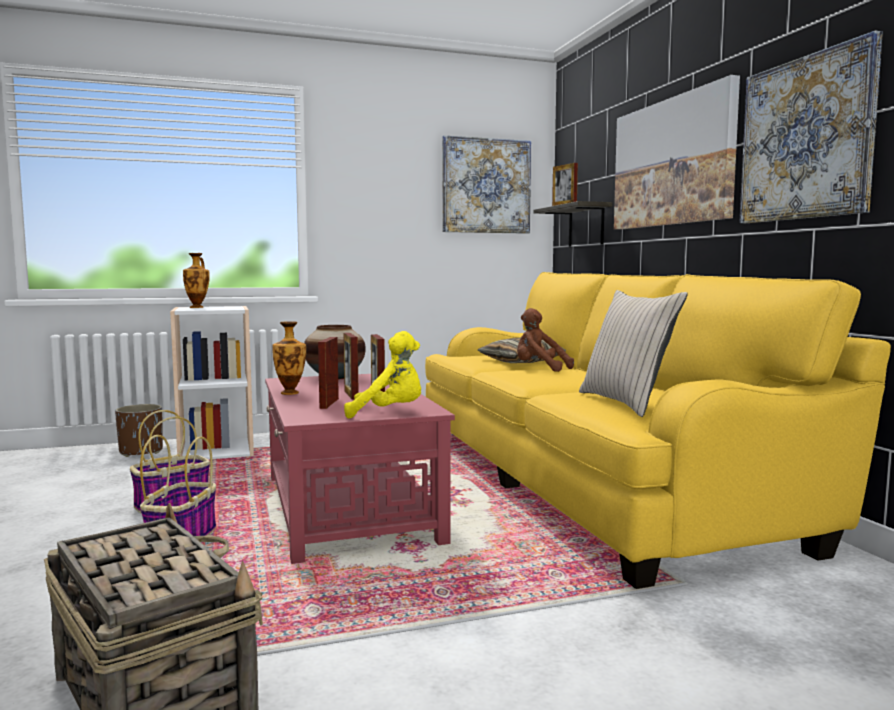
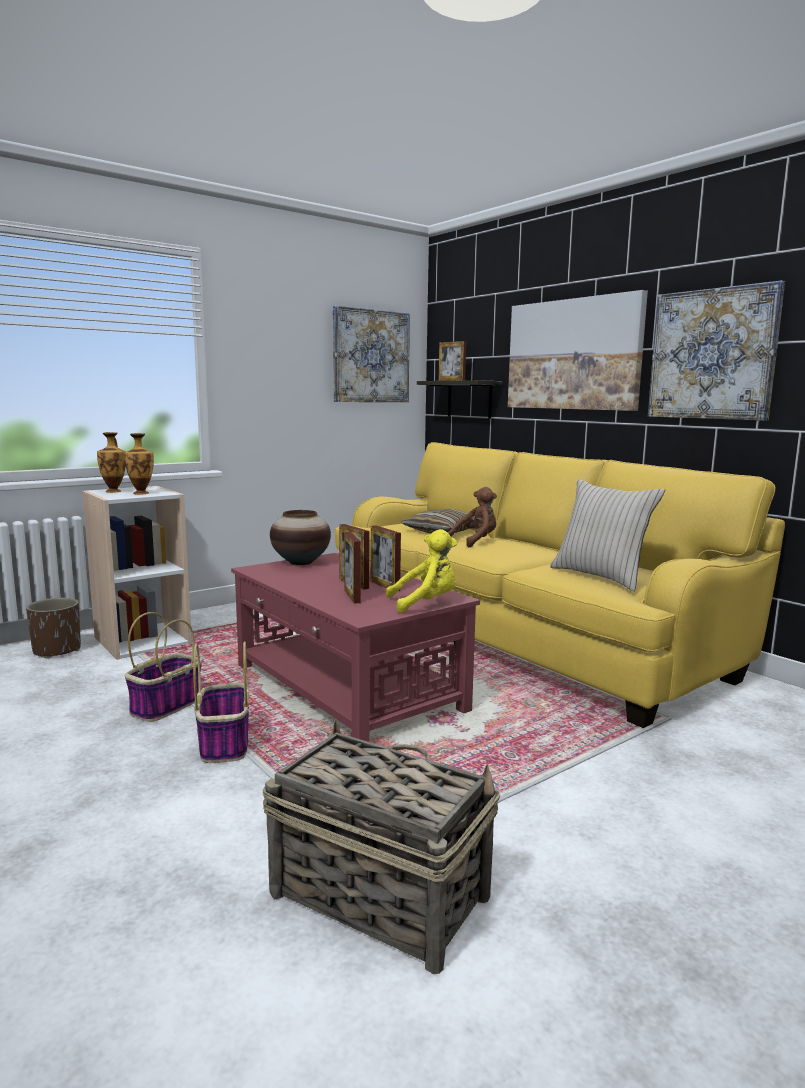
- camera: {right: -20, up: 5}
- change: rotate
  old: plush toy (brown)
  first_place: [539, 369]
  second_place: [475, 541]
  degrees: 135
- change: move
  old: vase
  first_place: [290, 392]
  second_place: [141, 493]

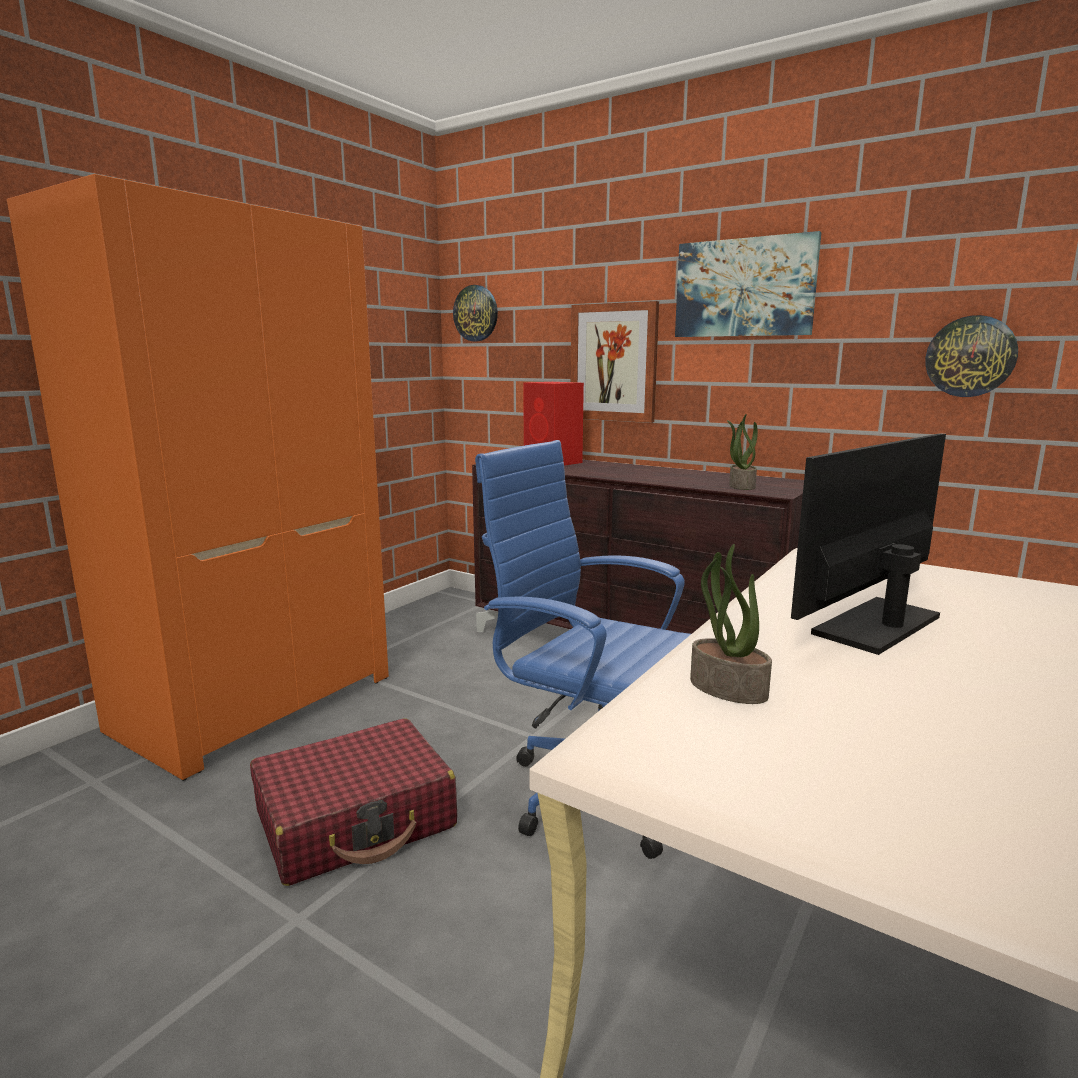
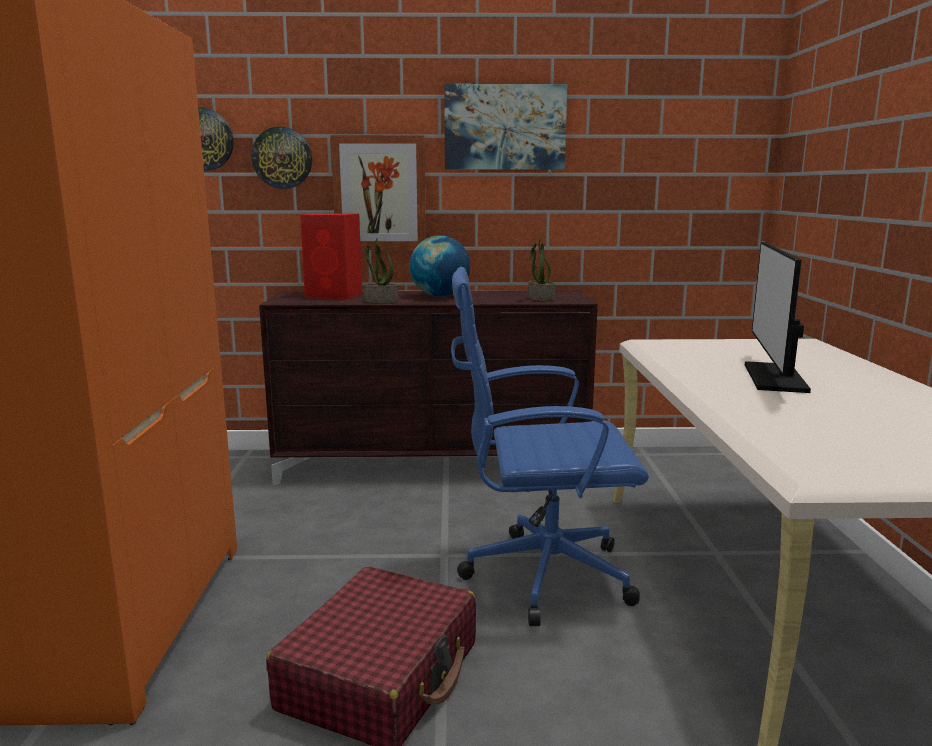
- camera: {right: -35, up: 0}
- change: move
  old: wall clock
  first_place: [970, 356]
  second_place: [282, 158]
- change: move
  old: potted plant
  first_place: [726, 689]
  second_place: [380, 301]
- change: insert
  new: globe
  second_place: [440, 296]

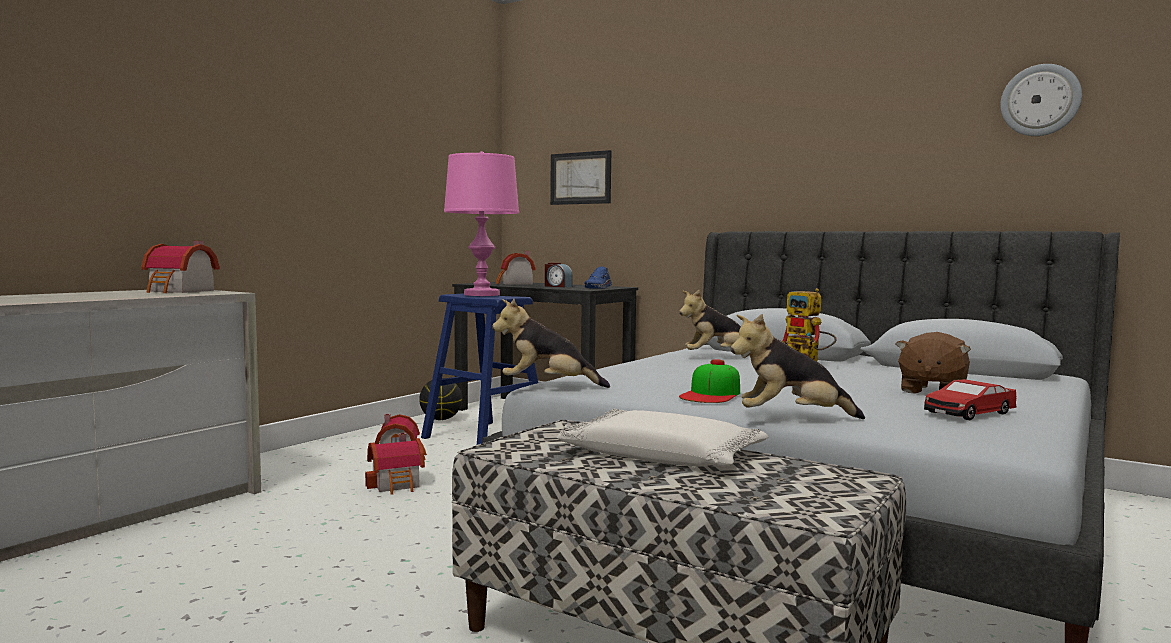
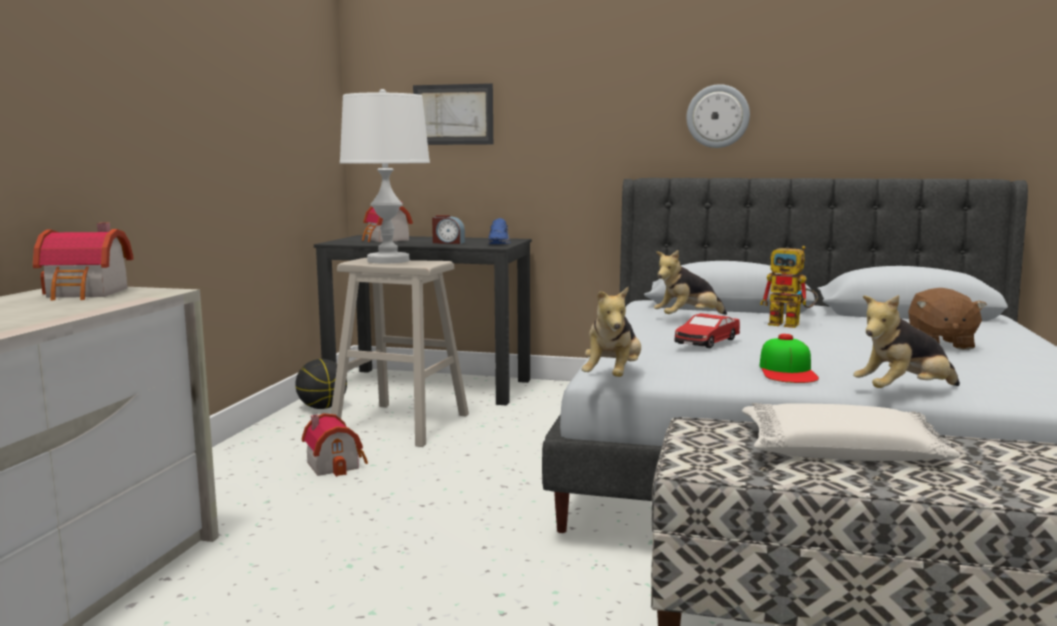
- camera: {right: -20, up: 5}
- change: move
  old: wall clock
  first_place: [1040, 100]
  second_place: [717, 116]
- change: recolor
  old: table lamp (pink)
  new: table lamp (white)
  first_place: [482, 295]
  second_place: [388, 260]
- change: recolor
  old: stool (blue)
  new: stool (beige)
  first_place: [484, 436]
  second_place: [400, 424]
- change: rotate
  old: plush toy
  first_place: [548, 386]
  second_place: [613, 377]
  degrees: -60
- change: move
  old: toy car
  first_place: [969, 413]
  second_place: [706, 341]
- change: delete
  old: toy house
  first_place: [398, 484]

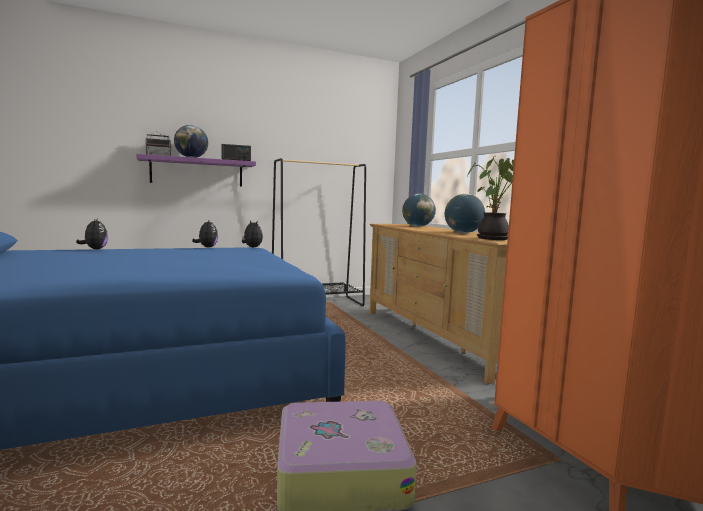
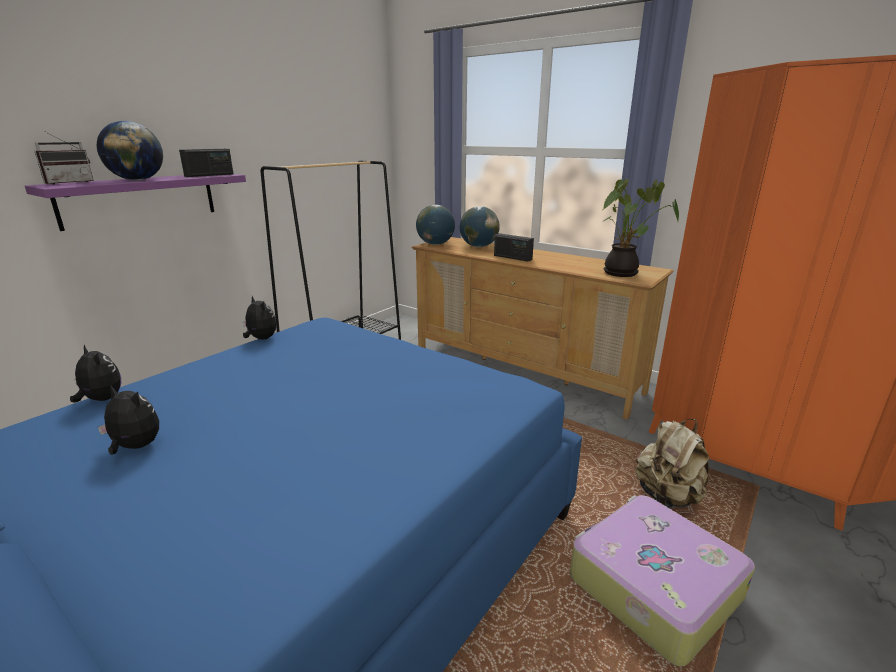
- camera: {right: -30, up: 15}
- change: move
  old: globe
  first_place: [463, 233]
  second_place: [436, 244]
- change: move
  old: plush toy
  first_place: [251, 247]
  second_place: [135, 447]
- change: insert
  new: radio
  second_place: [512, 257]
- change: insert
  new: backpack (beige)
  second_place: [667, 496]

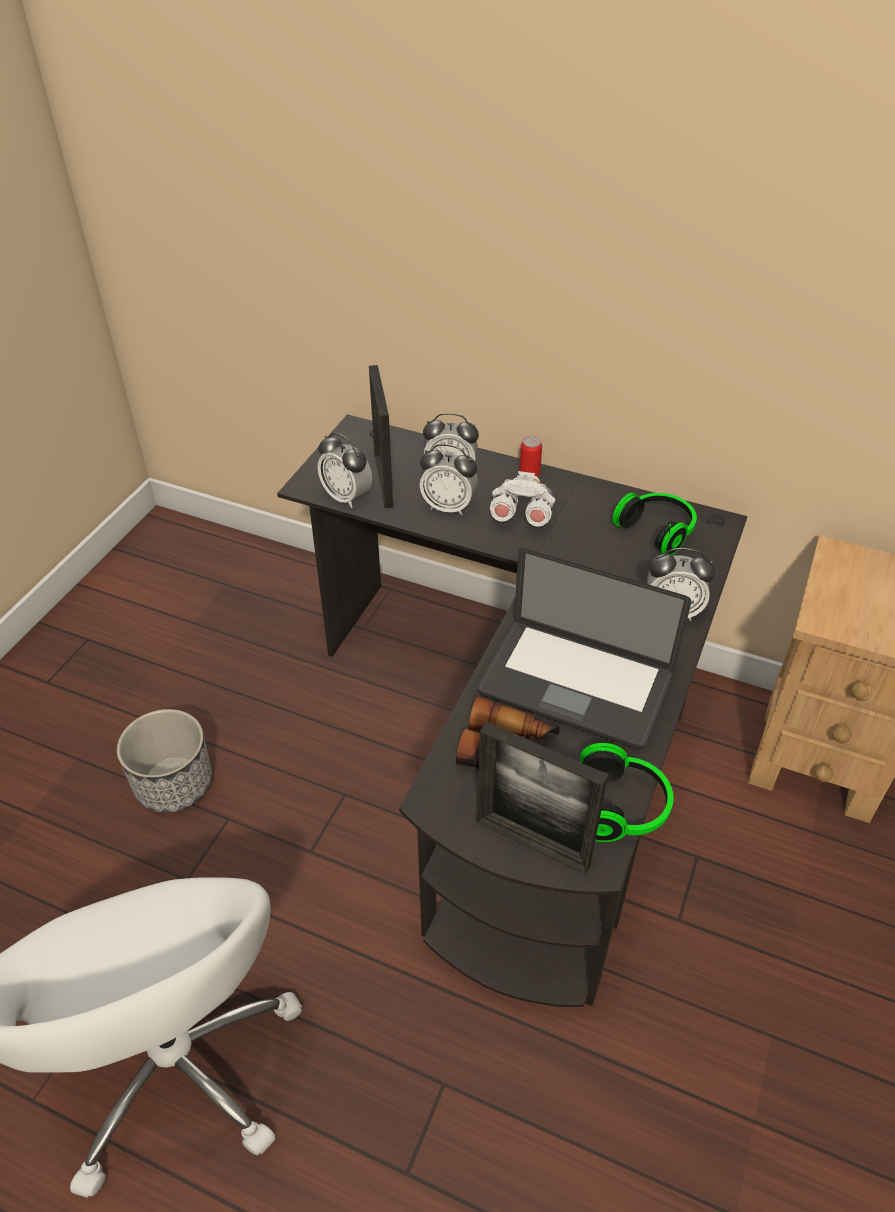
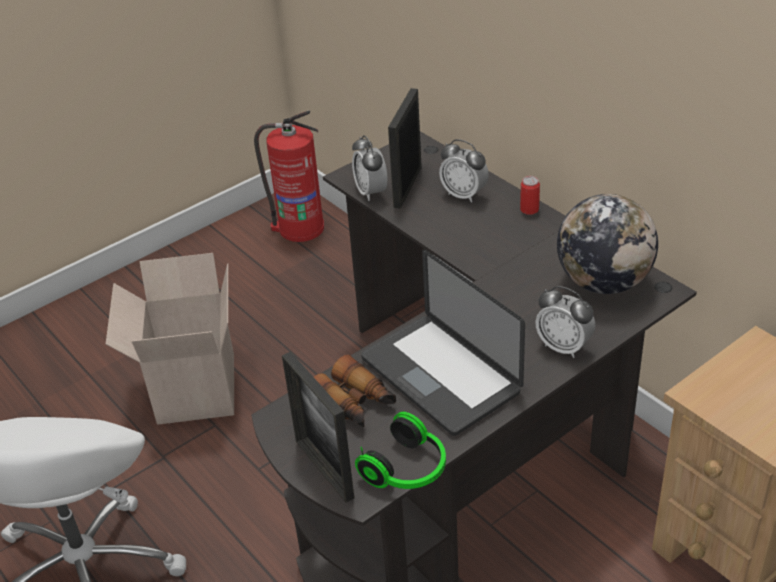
- camera: {right: 30, up: -5}
- change: delete
  old: alarm clock
  first_place: [448, 506]
- change: delete
  old: binoculars (white)
  first_place: [521, 516]
- change: replace
  old: headphones
  new: globe
  first_place: [658, 531]
  second_place: [603, 282]
- change: replace
  old: planter
  new: cardboard box
  first_place: [174, 783]
  second_place: [193, 387]
- change: insert
  new: fire extinguisher
  second_place: [300, 228]

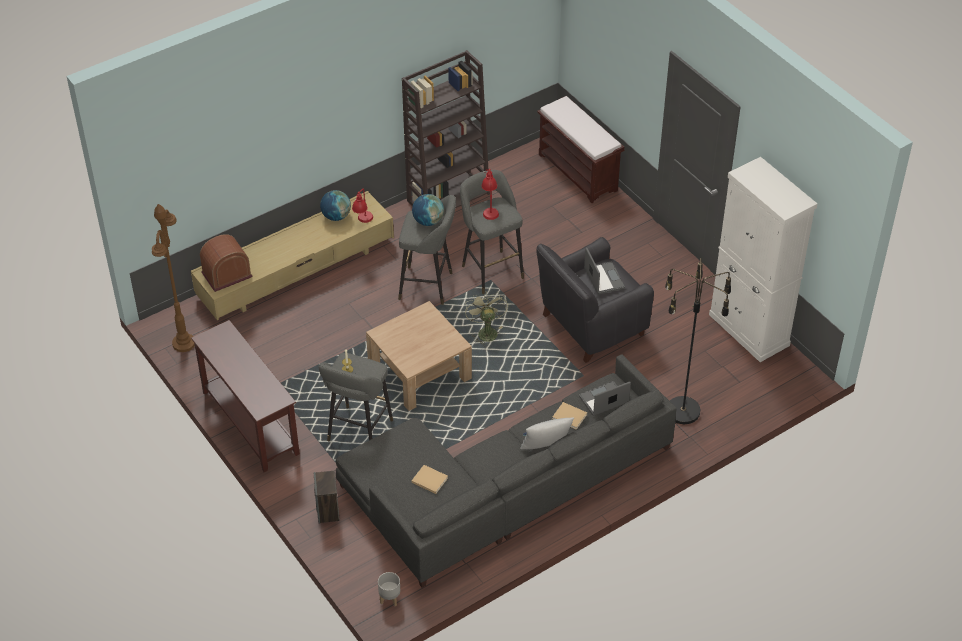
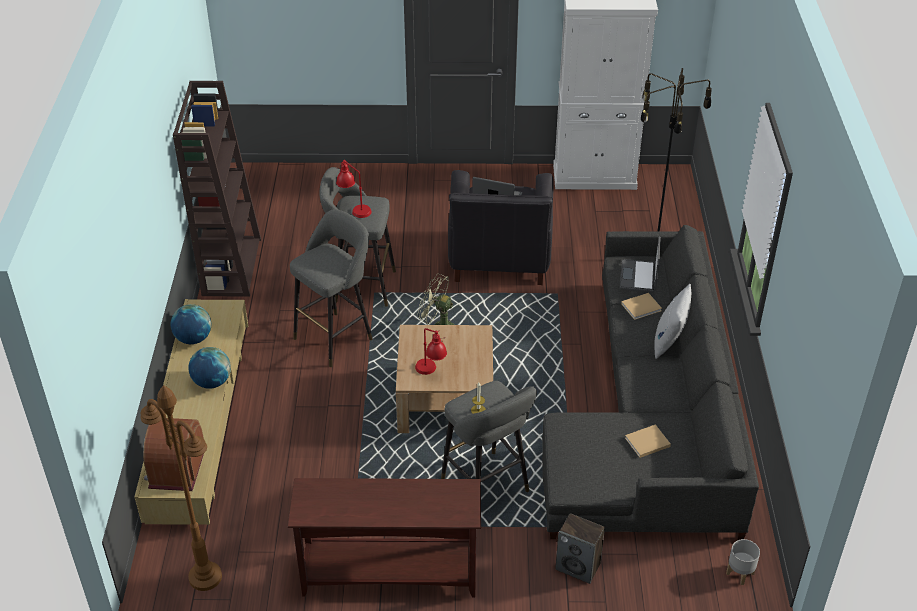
- camera: {right: -55, up: -5}
- change: delete
  old: bench (brown)
  first_place: [578, 172]
- change: move
  old: table lamp (red)
  first_place: [363, 222]
  second_place: [431, 372]
- change: move
  old: globe
  first_place: [428, 221]
  second_place: [212, 382]

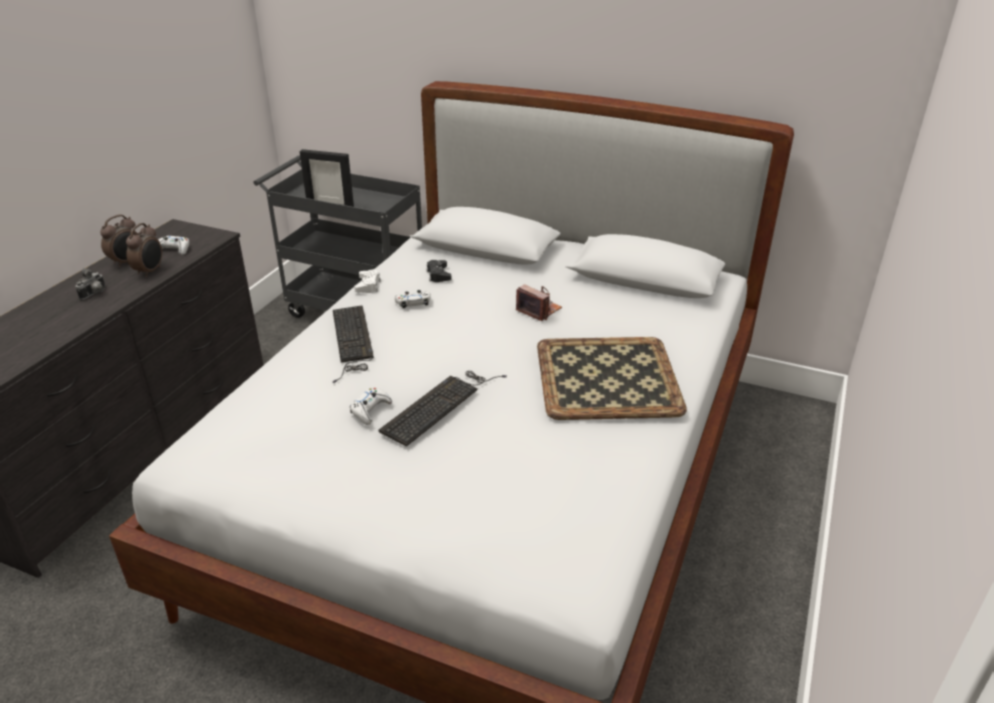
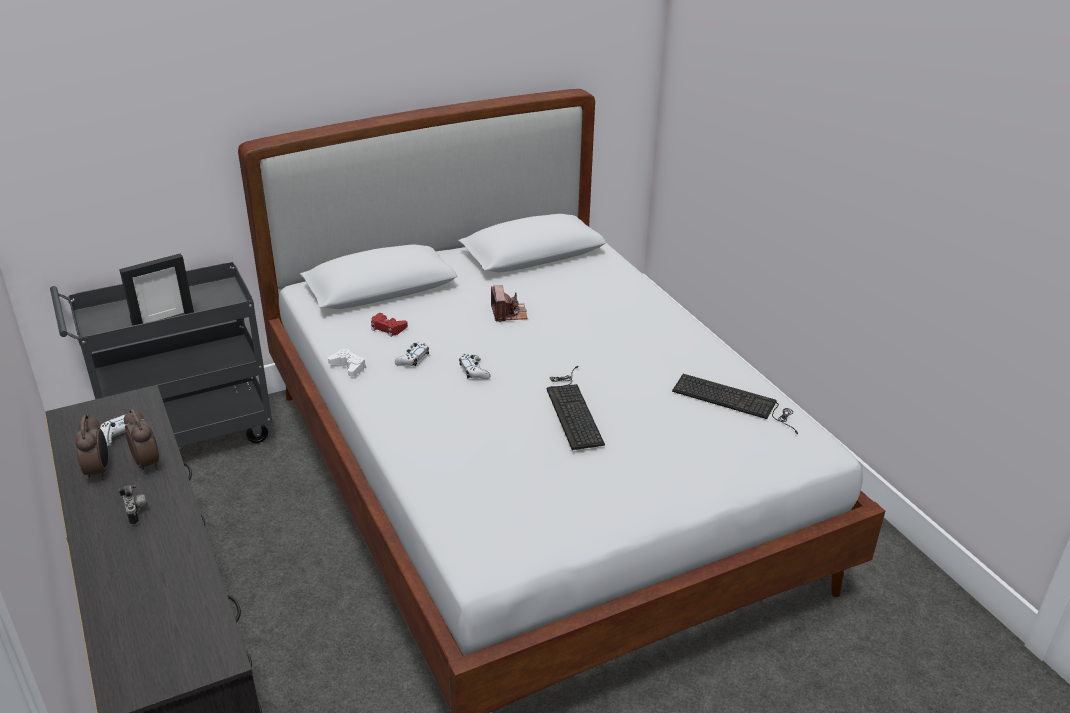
- camera: {right: -50, up: 0}
- change: recolor
  old: game controller (black)
  new: game controller (red)
  first_place: [438, 275]
  second_place: [387, 328]
- change: rotate
  old: photo camera
  first_place: [539, 310]
  second_place: [508, 313]
  degrees: 90
- change: move
  old: keyboard
  first_place: [351, 341]
  second_place: [735, 401]
- change: delete
  old: tray
  first_place: [608, 377]
- change: move
  old: game controller (white)
  first_place: [370, 410]
  second_place: [474, 371]

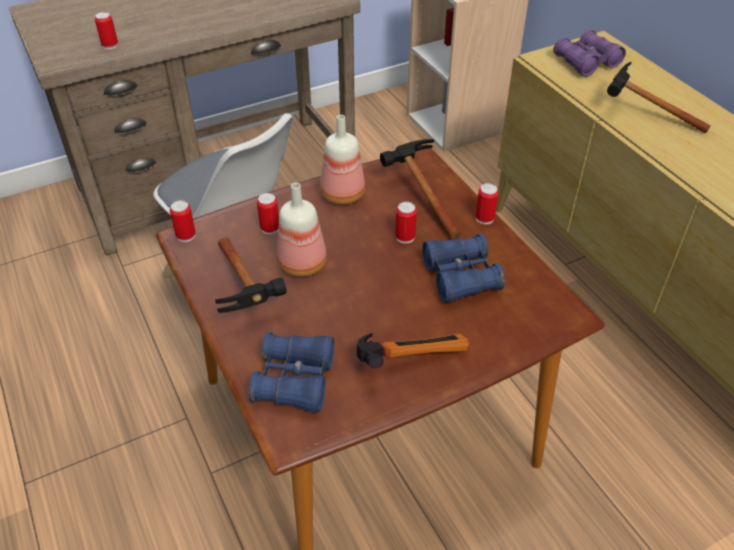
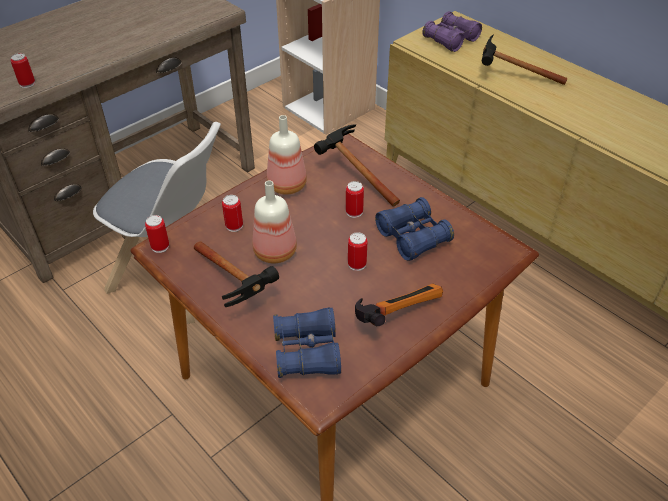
- camera: {right: -15, up: 0}
- change: move
  old: can
  first_place: [484, 218]
  second_place: [357, 264]

